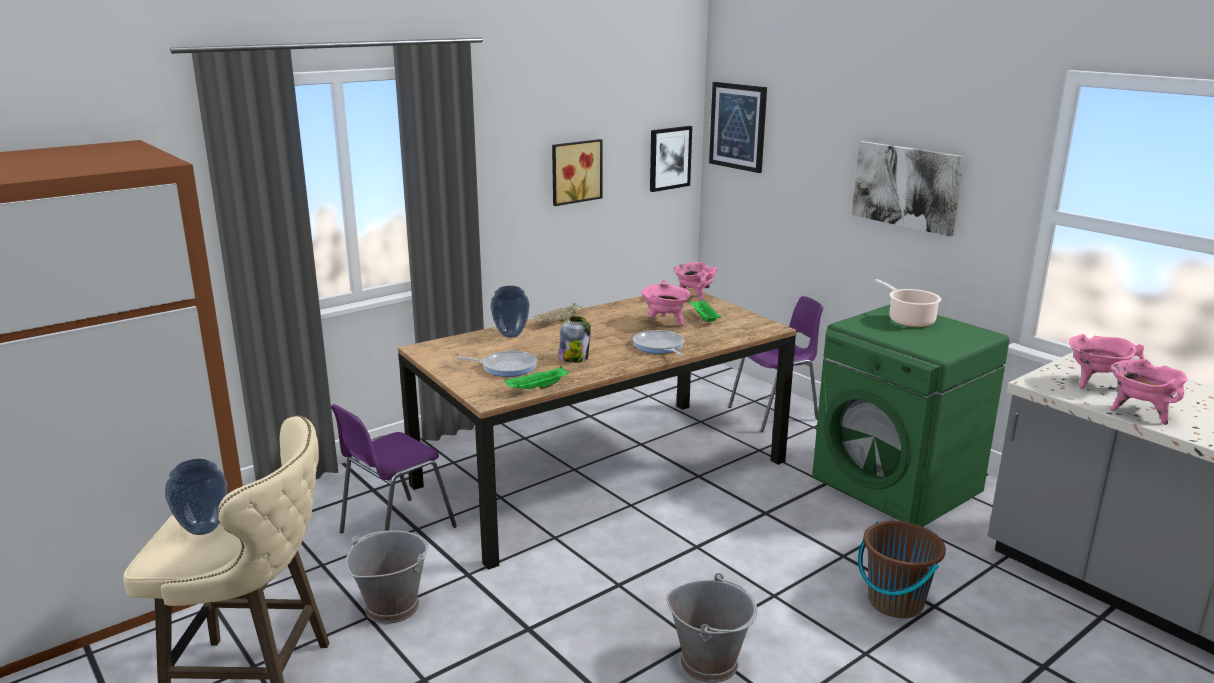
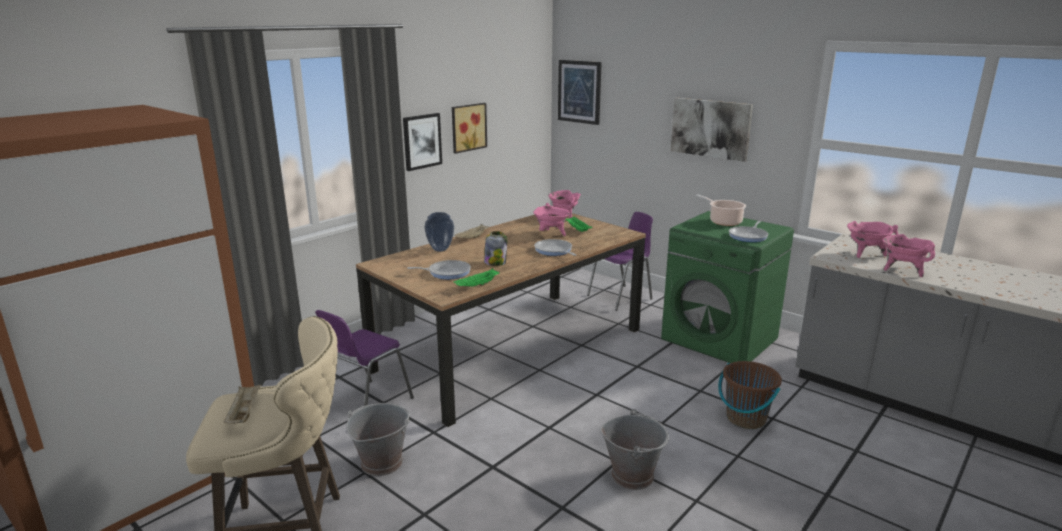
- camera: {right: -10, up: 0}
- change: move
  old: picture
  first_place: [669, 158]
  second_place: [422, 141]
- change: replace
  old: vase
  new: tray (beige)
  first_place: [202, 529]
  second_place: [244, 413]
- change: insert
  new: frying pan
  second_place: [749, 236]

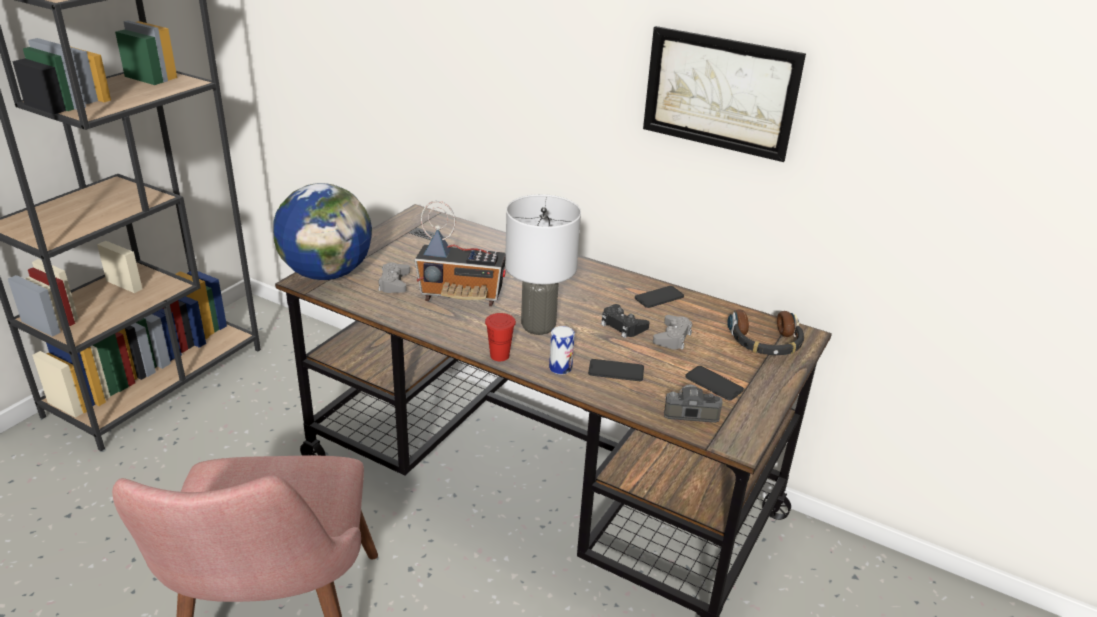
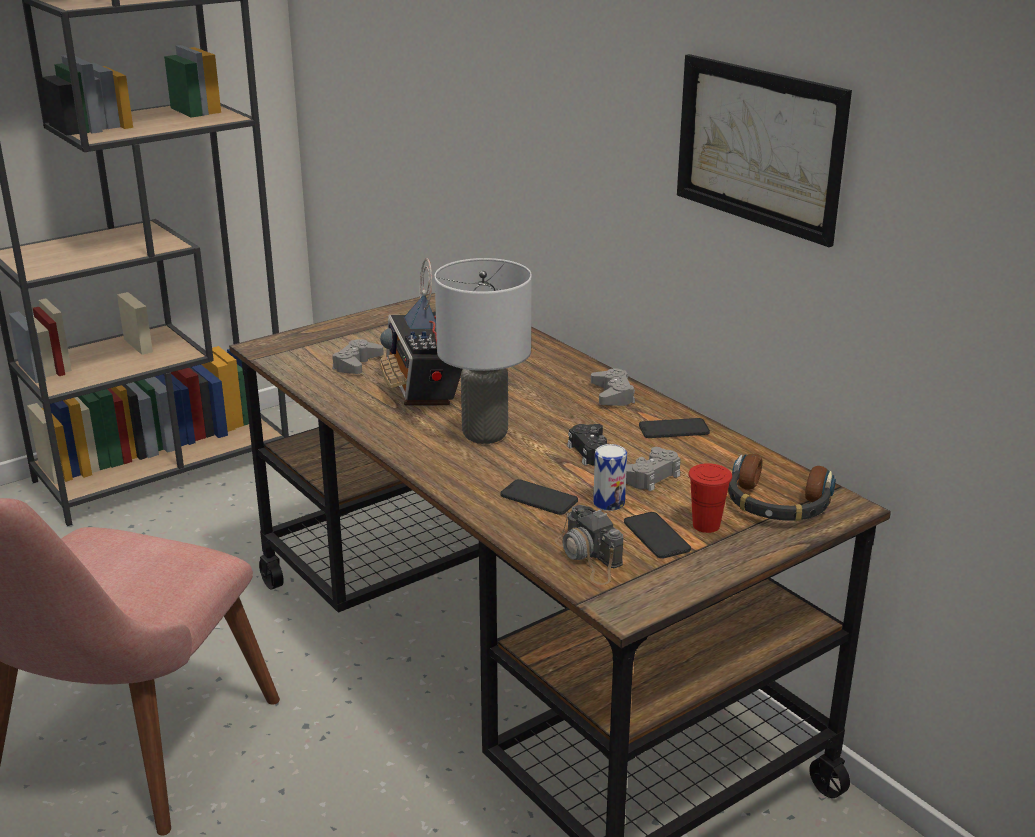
- camera: {right: 25, up: -5}
- change: delete
  old: globe
  first_place: [327, 273]
- change: rotate
  old: radio
  first_place: [462, 296]
  second_place: [423, 389]
  degrees: 45
- change: move
  old: cup (red)
  first_place: [499, 356]
  second_place: [706, 525]
- change: move
  old: can
  first_place: [560, 368]
  second_place: [609, 503]
- change: rotate
  old: photo camera
  first_place: [685, 410]
  second_place: [589, 557]
  degrees: -150
- change: insert
  new: game controller (grey)
  second_place: [612, 395]

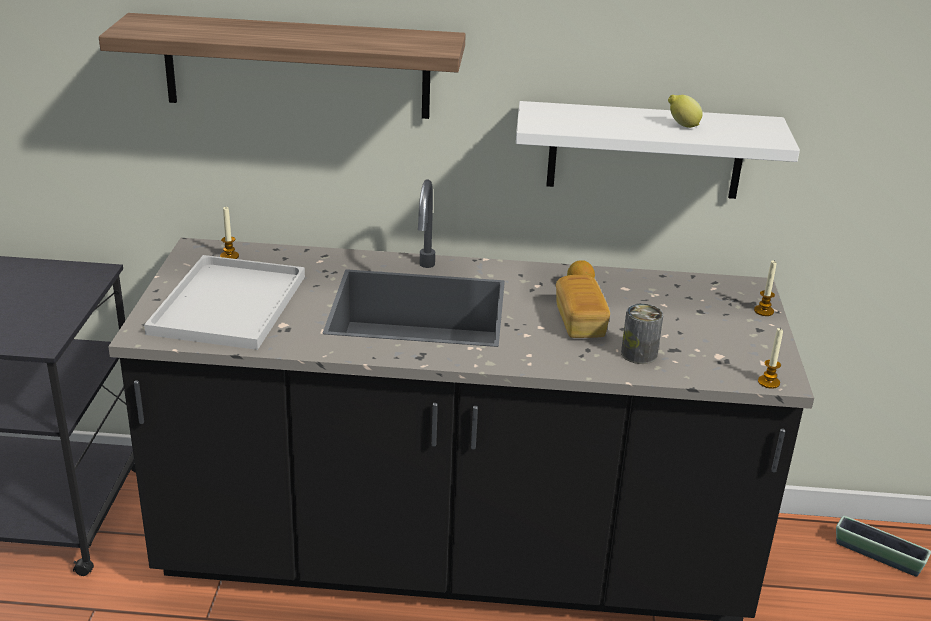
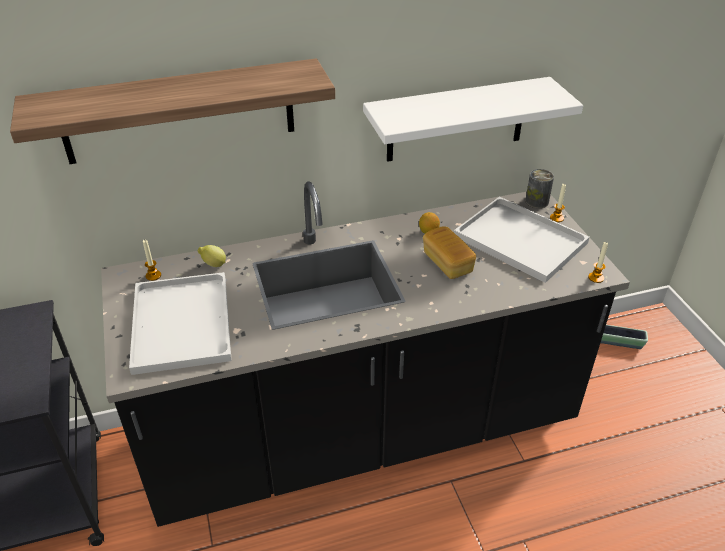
- camera: {right: -20, up: 10}
- change: move
  old: lemon
  first_place: [682, 125]
  second_place: [213, 265]
- change: move
  old: can
  first_place: [639, 354]
  second_place: [537, 201]
- change: insert
  new: tray (white)
  second_place: [517, 239]

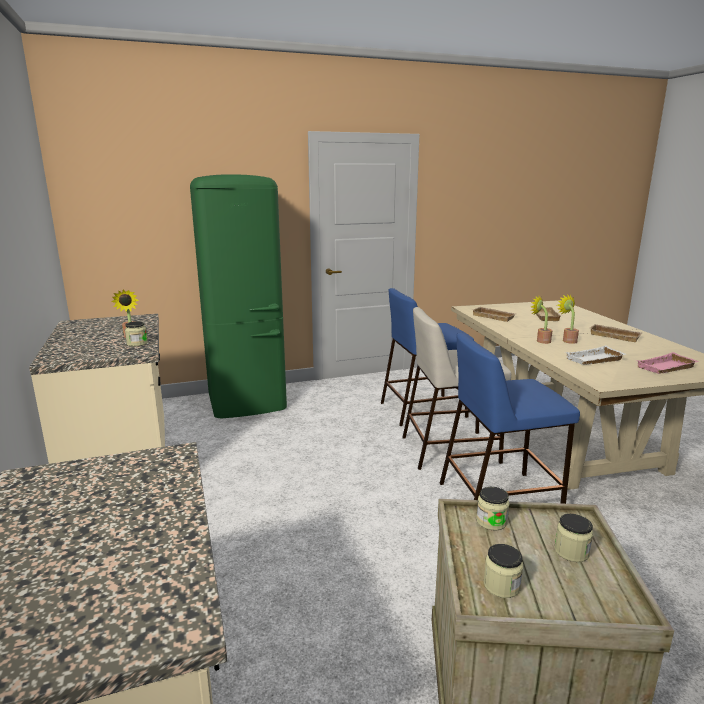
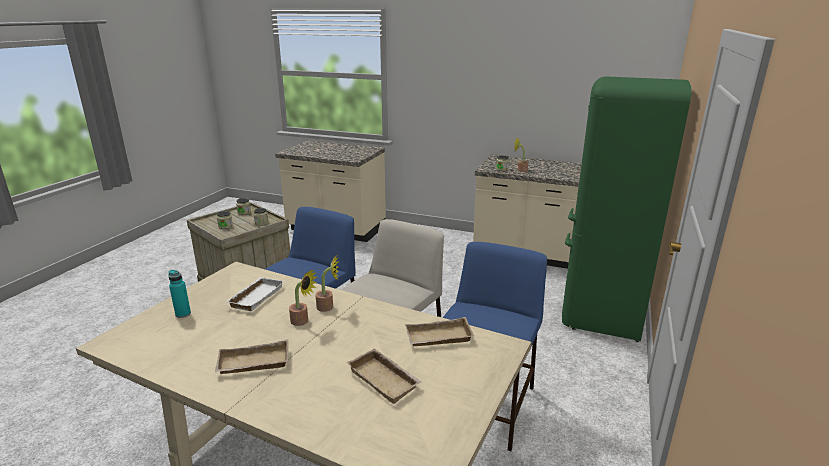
- camera: {right: 130, up: 5}
- change: replace
  old: tray (pink)
  new: bottle (turquoise)
  first_place: [666, 368]
  second_place: [183, 314]

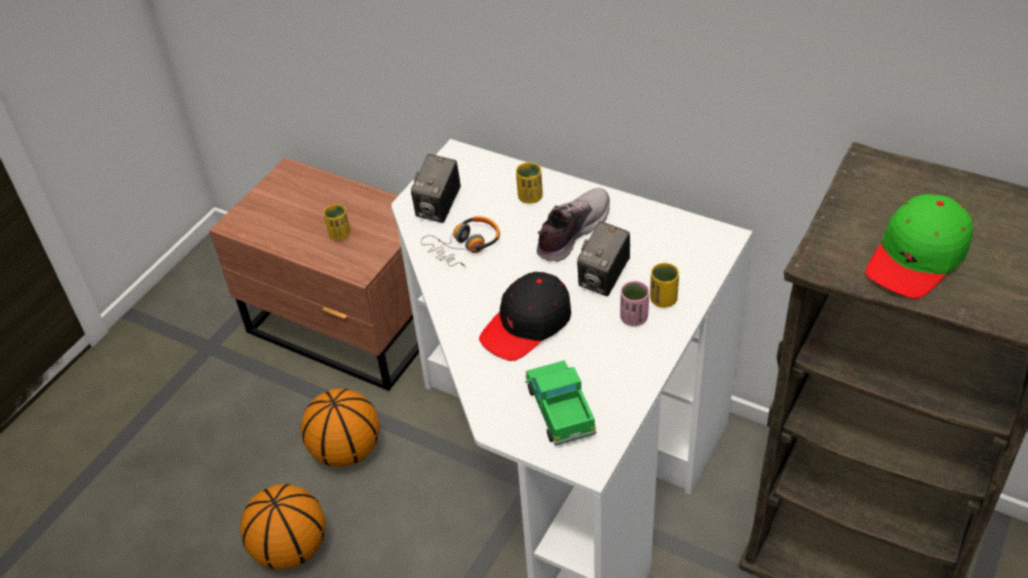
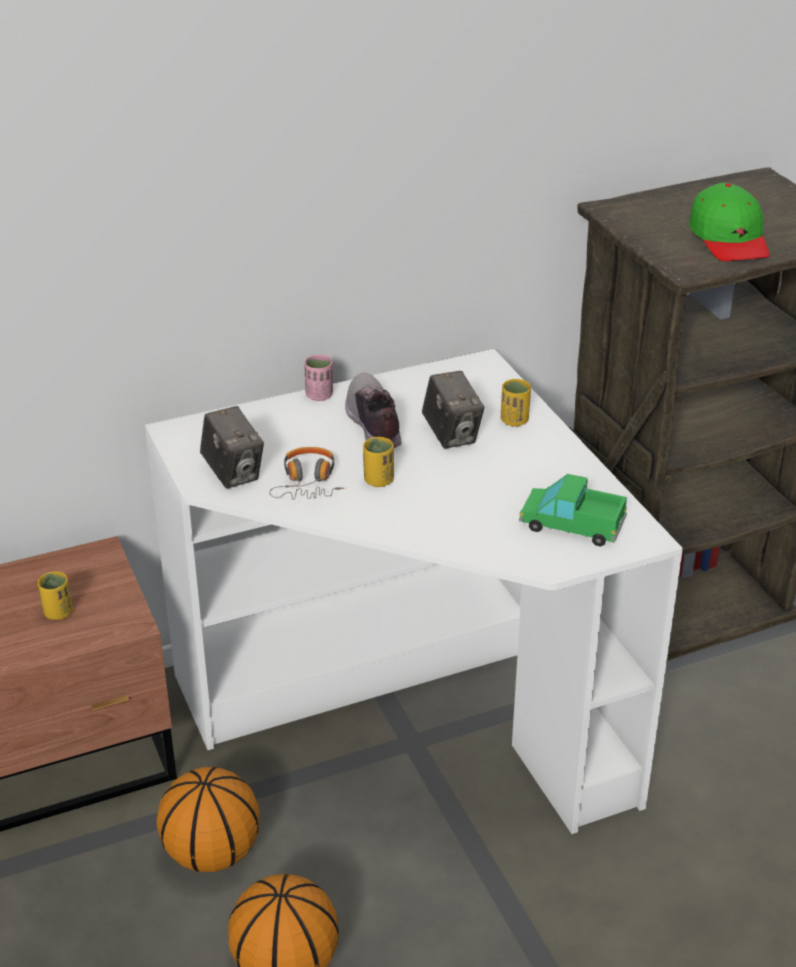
- camera: {right: -55, up: -10}
- change: move
  old: cup (yellow)
  first_place: [530, 197]
  second_place: [378, 480]
- change: delete
  old: cap (black)
  first_place: [527, 325]
- change: move
  old: cup (pink)
  first_place: [634, 318]
  second_place: [319, 395]

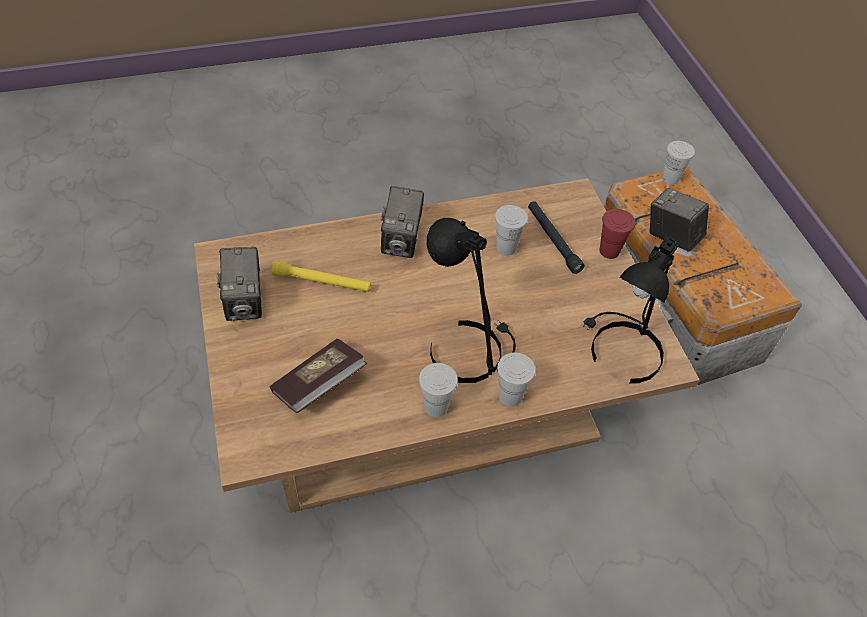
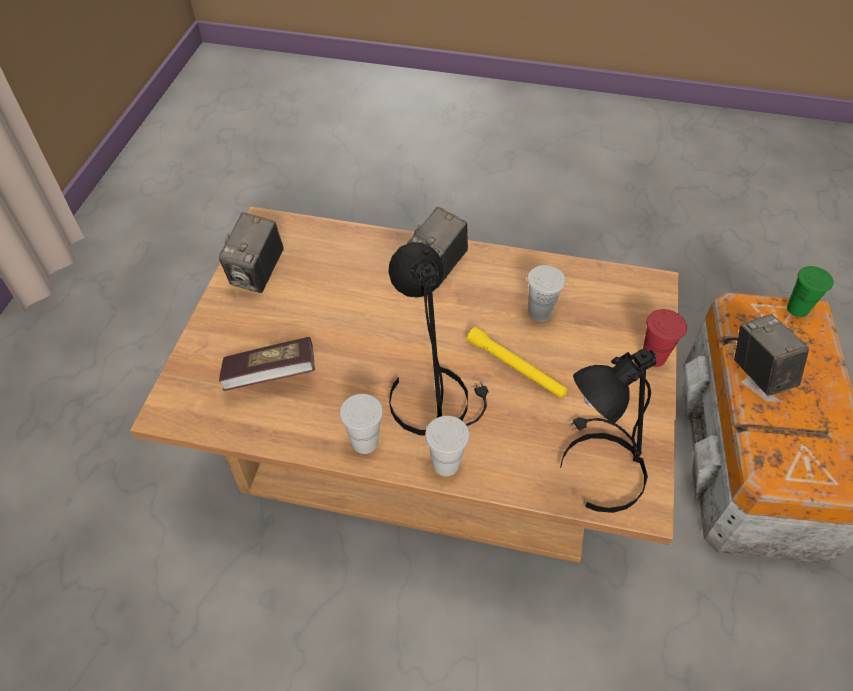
- camera: {right: 30, up: 0}
- change: recolor
  old: cup (white)
  new: cup (green)
  first_place: [670, 178]
  second_place: [797, 309]
- change: delete
  old: flashlight (black)
  first_place: [553, 240]
- change: move
  old: flashlight (yellow)
  first_place: [322, 282]
  second_place: [516, 368]

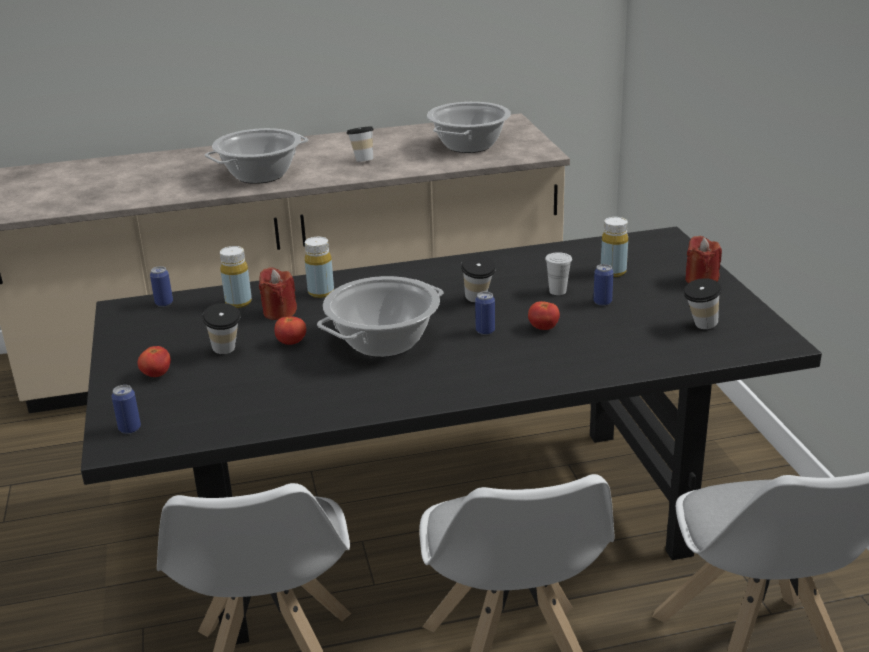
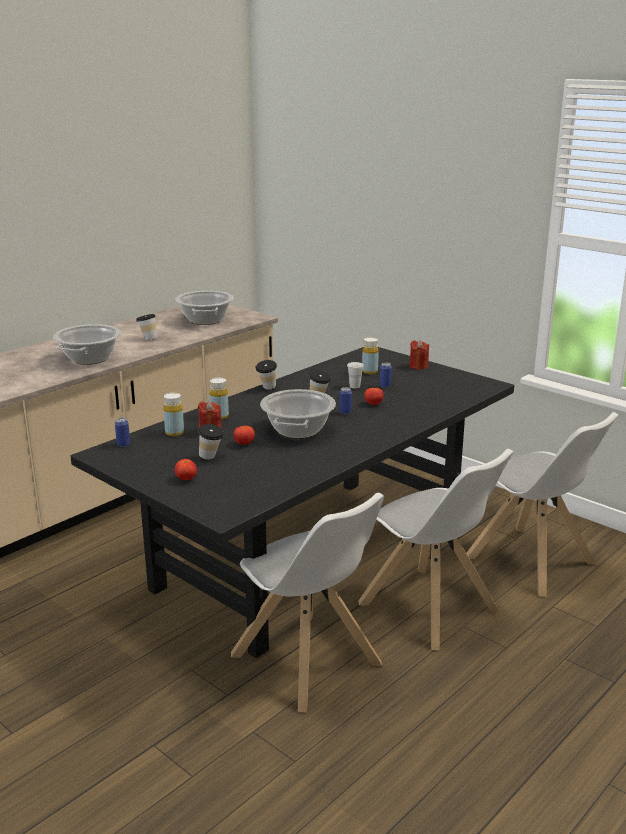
- camera: {right: -35, up: -5}
- change: move
  old: cup
  first_place: [699, 326]
  second_place: [267, 388]
- change: delete
  old: can
  first_place: [130, 429]

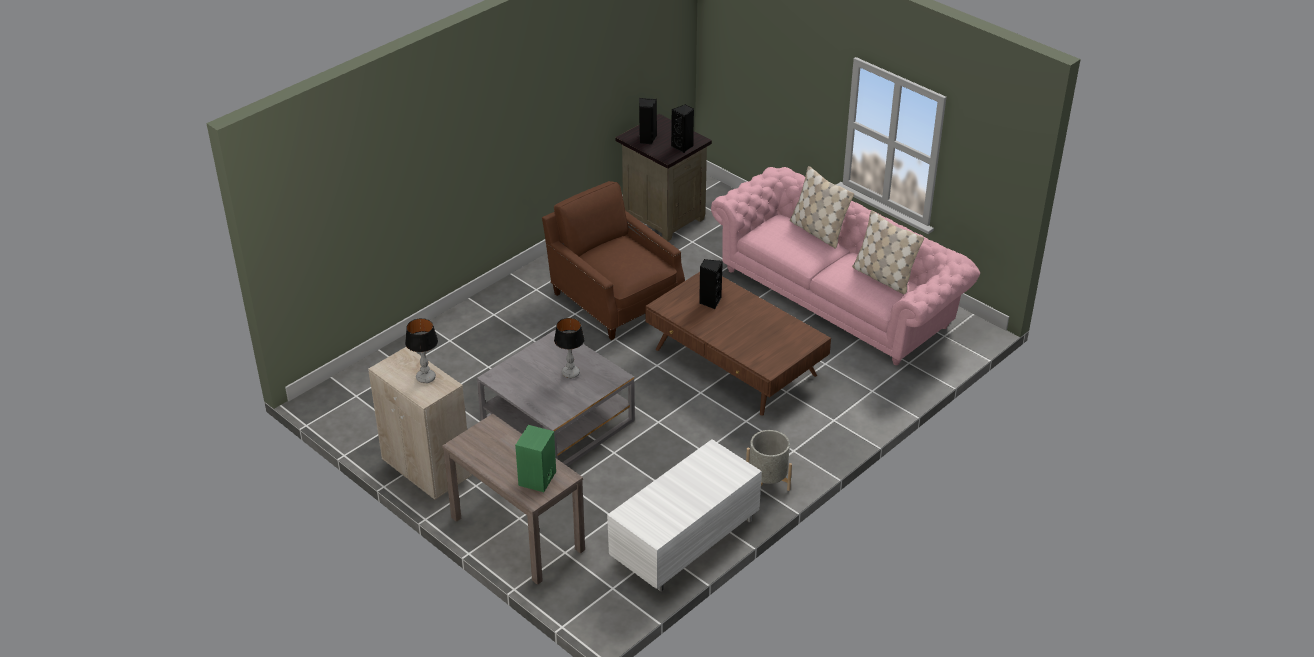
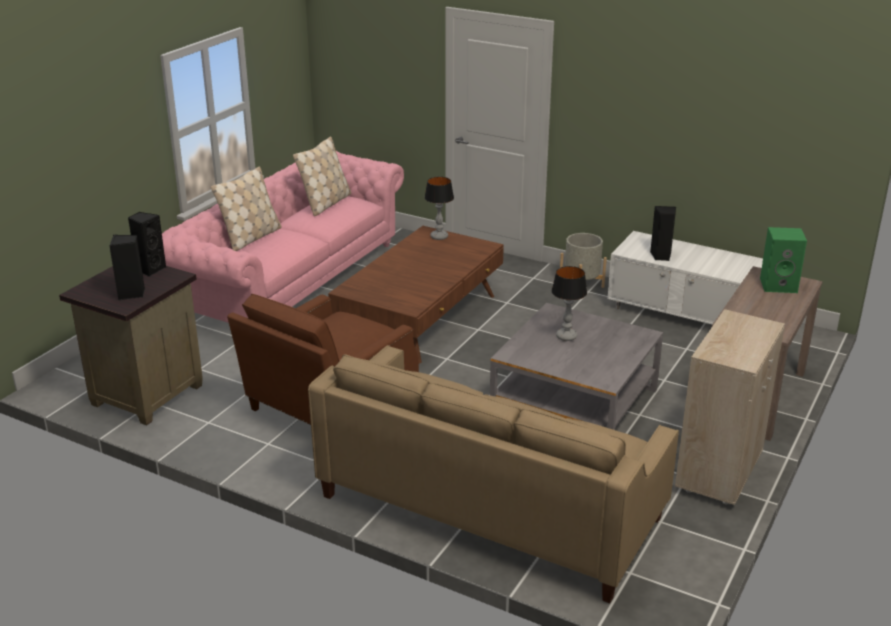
- camera: {right: -105, up: -10}
- change: move
  old: speaker (black)
  first_place: [710, 301]
  second_place: [661, 256]
- change: move
  old: table lamp
  first_place: [425, 377]
  second_place: [439, 237]
- change: insert
  new: sofa (beige)
  second_place: [489, 506]

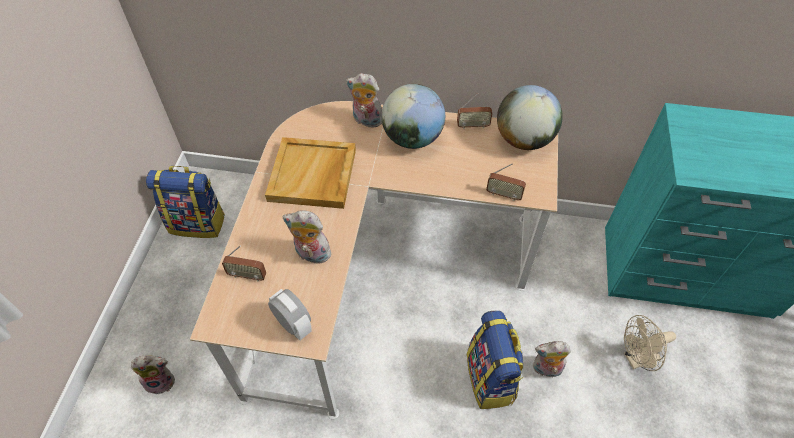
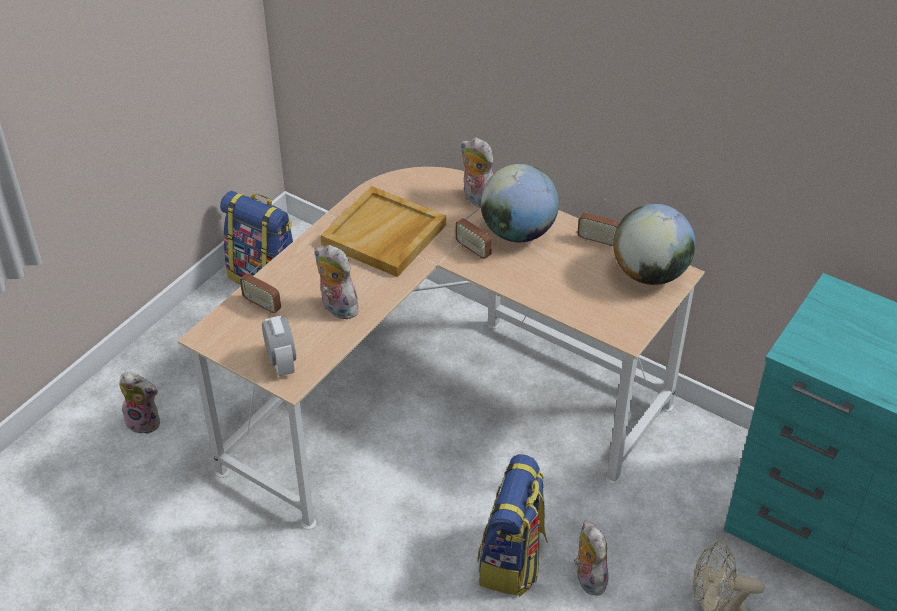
- camera: {right: 25, up: -10}
- change: move
  old: radio
  first_place: [504, 195]
  second_place: [473, 250]
- change: rotate
  old: plush toy
  first_place: [546, 369]
  second_place: [587, 578]
  degrees: 45

